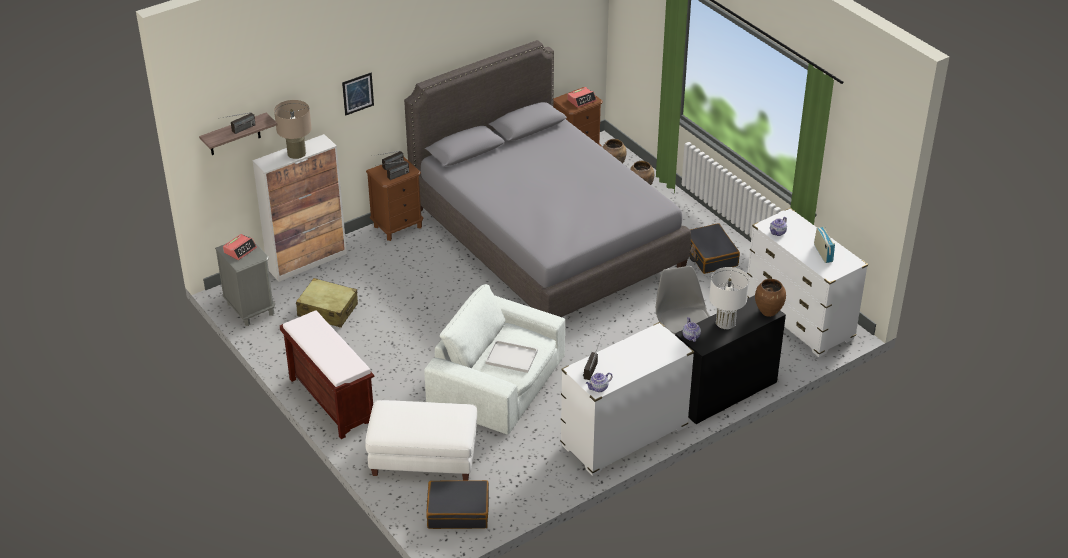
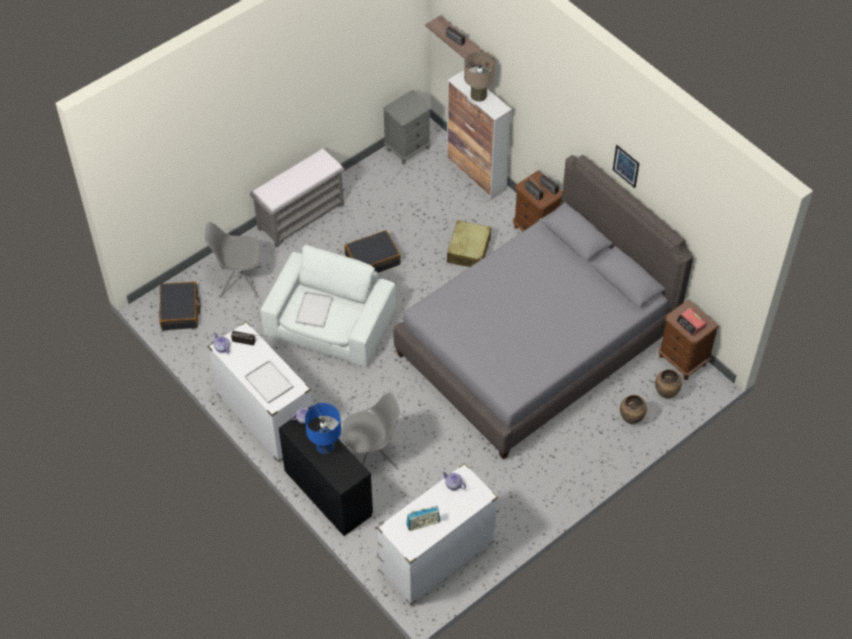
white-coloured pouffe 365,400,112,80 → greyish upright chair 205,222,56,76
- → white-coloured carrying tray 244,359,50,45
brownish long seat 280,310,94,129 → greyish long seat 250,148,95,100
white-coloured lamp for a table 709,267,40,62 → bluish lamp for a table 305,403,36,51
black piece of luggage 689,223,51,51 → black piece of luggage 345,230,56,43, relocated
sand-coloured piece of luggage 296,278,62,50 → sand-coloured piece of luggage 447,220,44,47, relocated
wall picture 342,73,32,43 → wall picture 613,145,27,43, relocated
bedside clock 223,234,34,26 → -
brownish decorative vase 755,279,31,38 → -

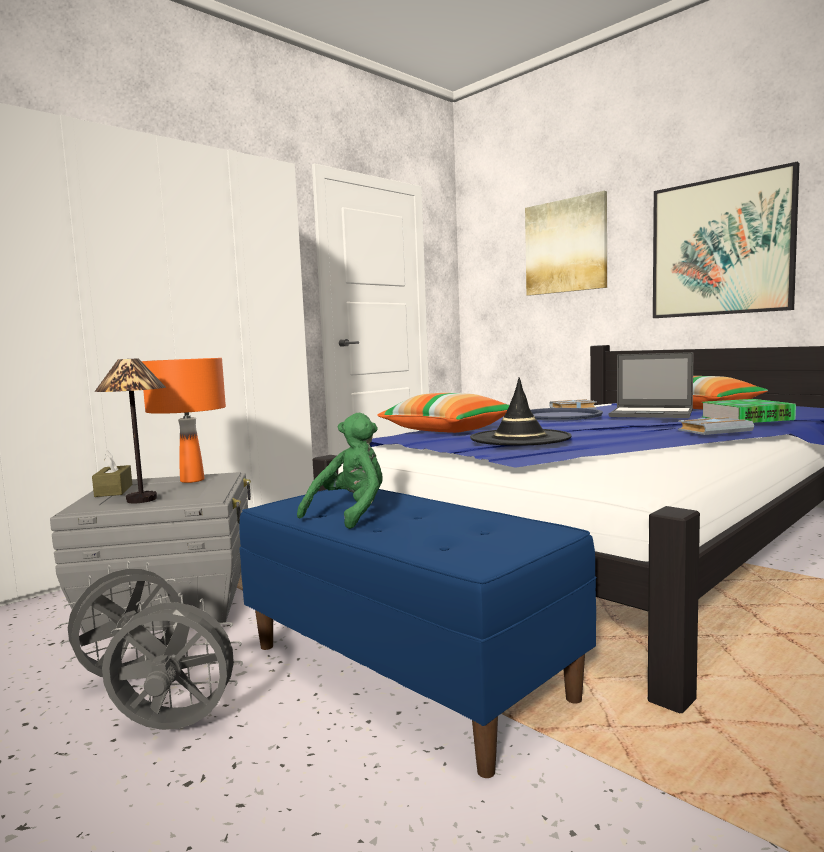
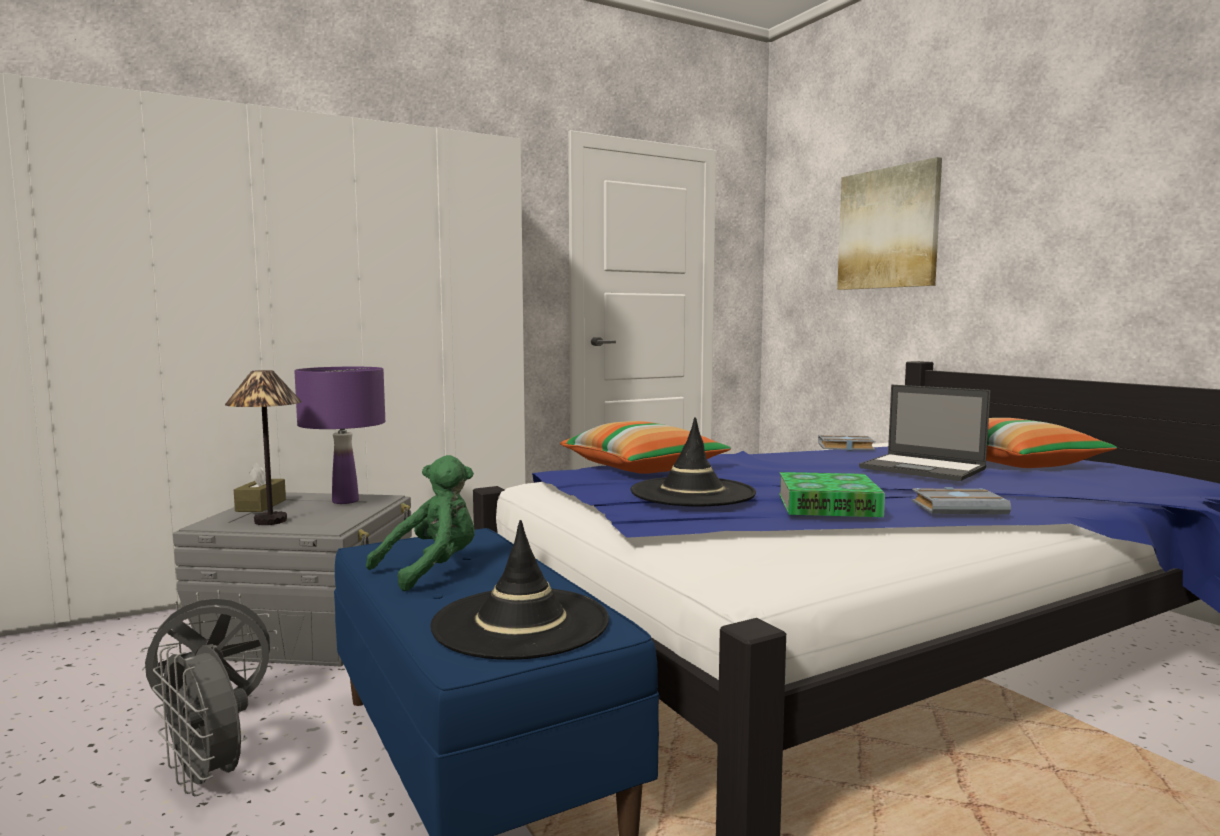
greyish cooling fan 102,593,141,137 → greyish cooling fan 152,645,96,151, 150 degrees counterclockwise
orange lamp for a table 141,358,85,125 → purplish lamp for a table 294,367,91,137
- → black hat 430,520,179,140
bound book 702,399,94,24 → bound book 779,472,106,45, relocated
bluish carrying tray 530,408,73,13 → -
wall picture 653,162,146,156 → -

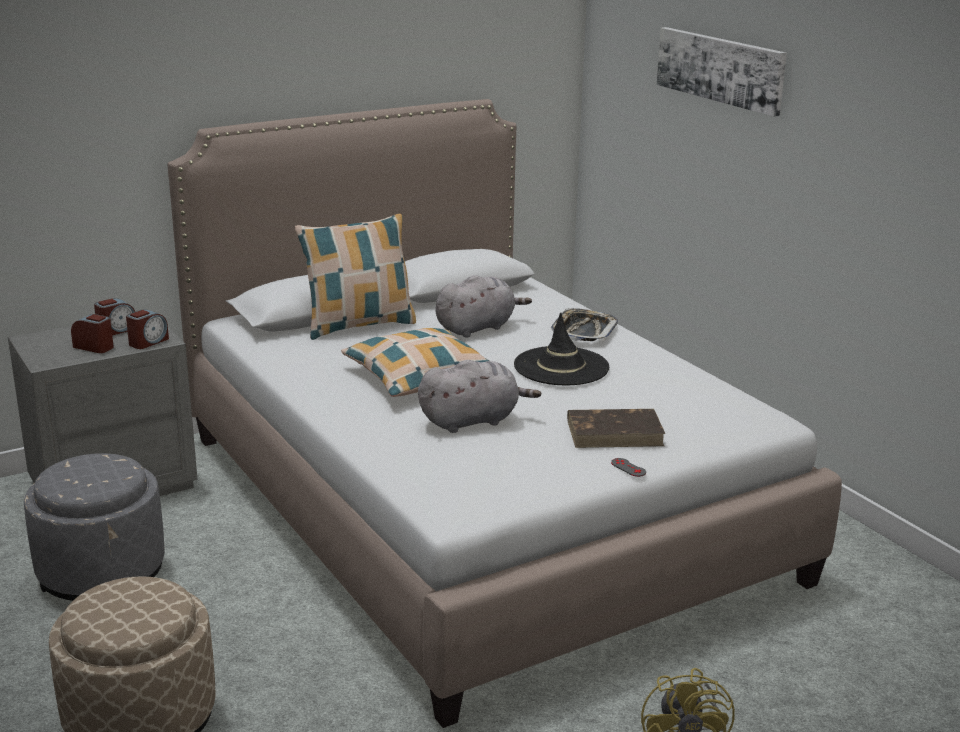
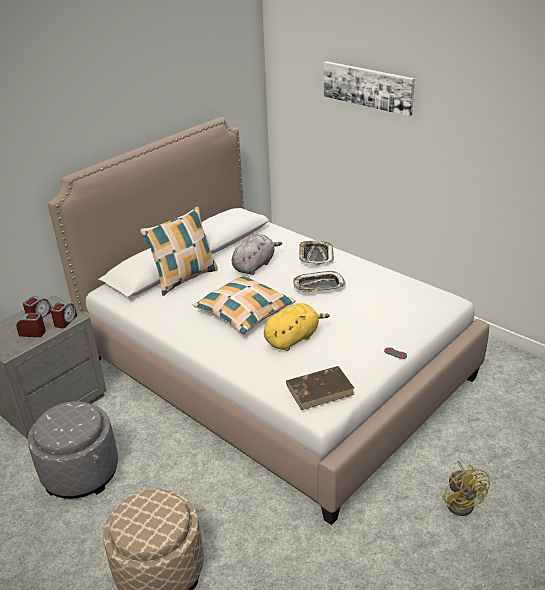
greyish plush toy 418,360,123,73 → yellowish plush toy 264,303,66,48
brownish bound book 567,409,98,39 → brownish bound book 286,366,68,44, relocated
black hat 514,312,95,73 → carrying tray 293,271,53,22

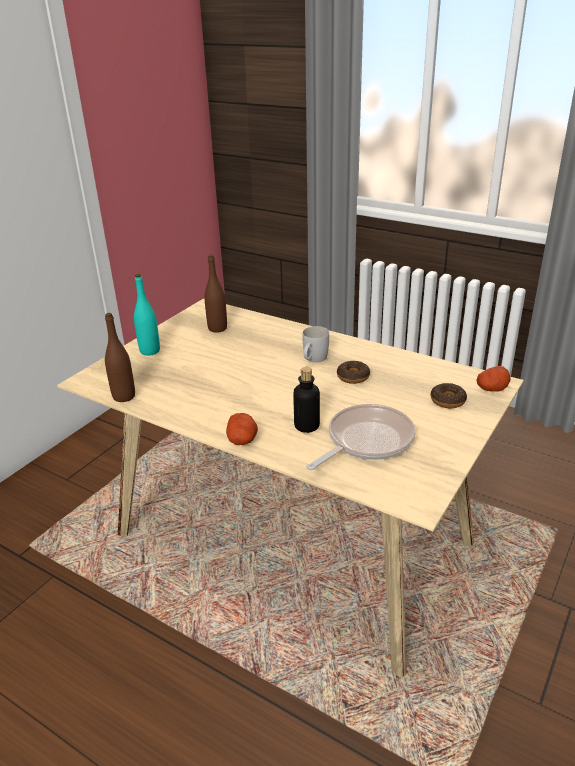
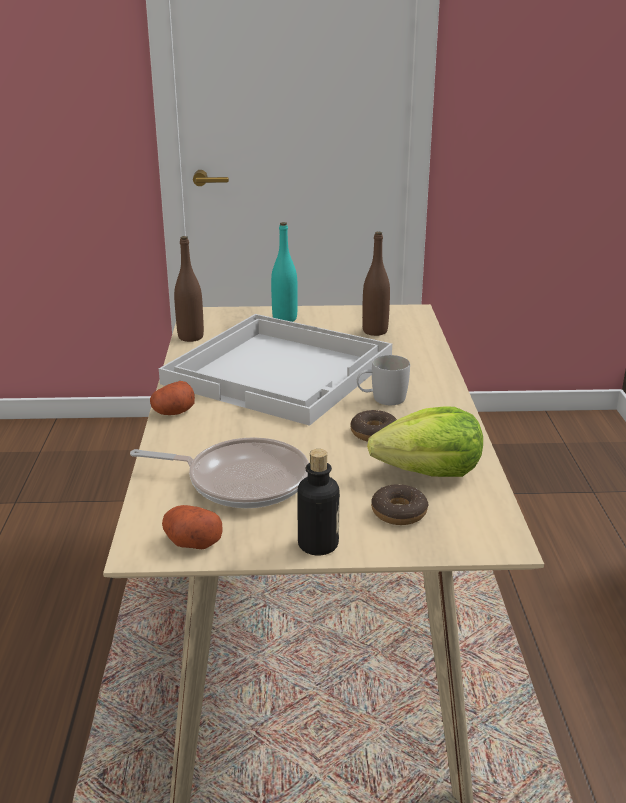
- → white-coloured carrying tray 159,314,233,112
spud 476,366,35,26 → spud 162,505,61,44, relocated
beverage bottle 293,367,27,66 → beverage bottle 297,449,43,106, relocated
- → head of lettuce 367,406,116,71

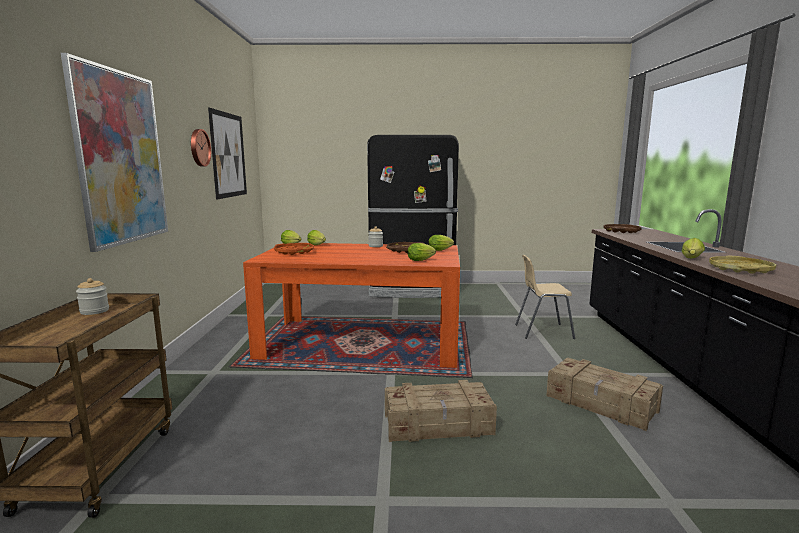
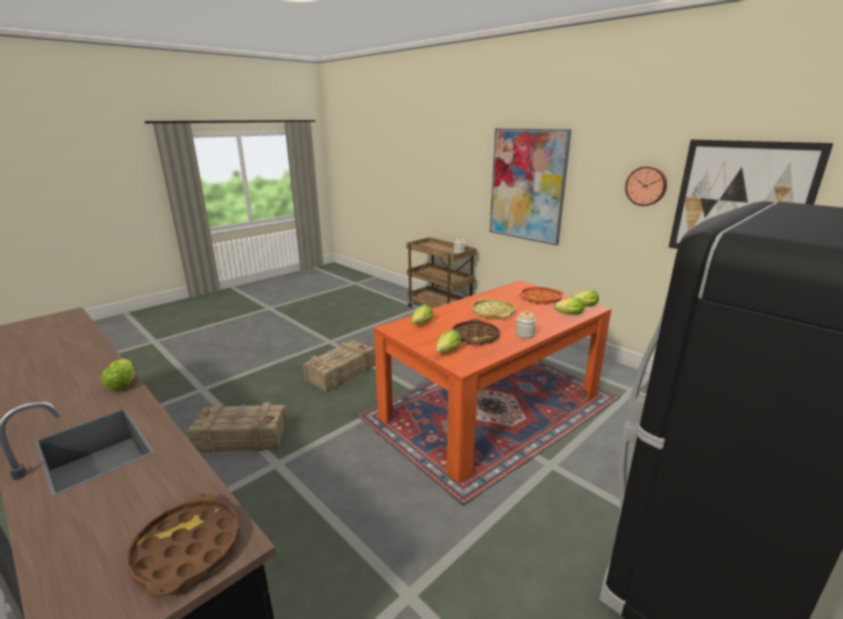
yellowish carrying tray 709,256,67,18 → yellowish carrying tray 472,298,43,21, relocated
sand-coloured upright chair 515,255,60,84 → -

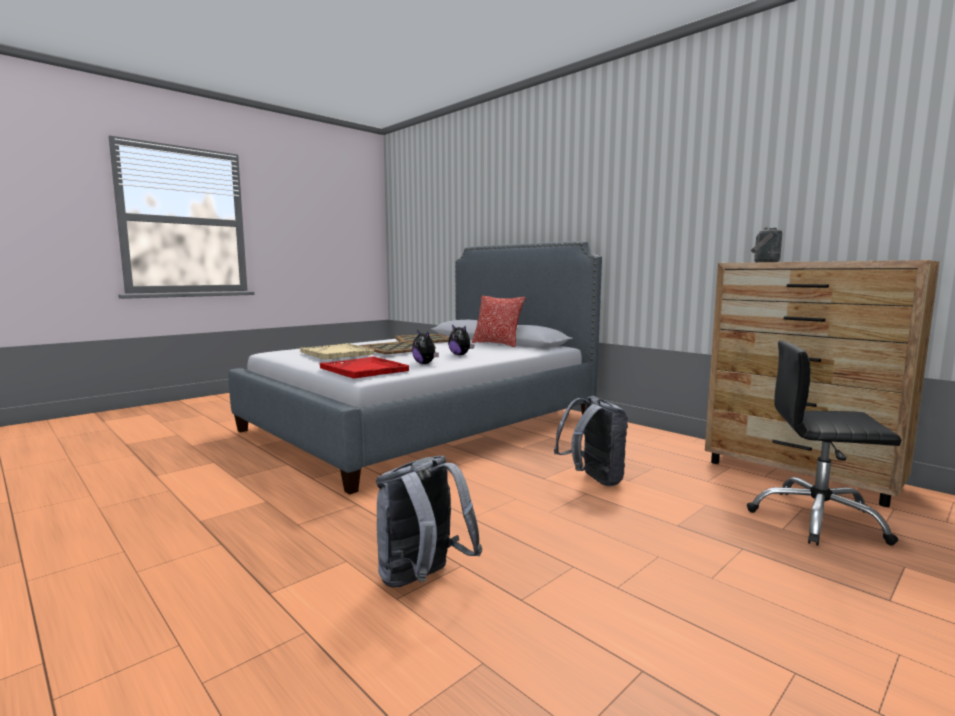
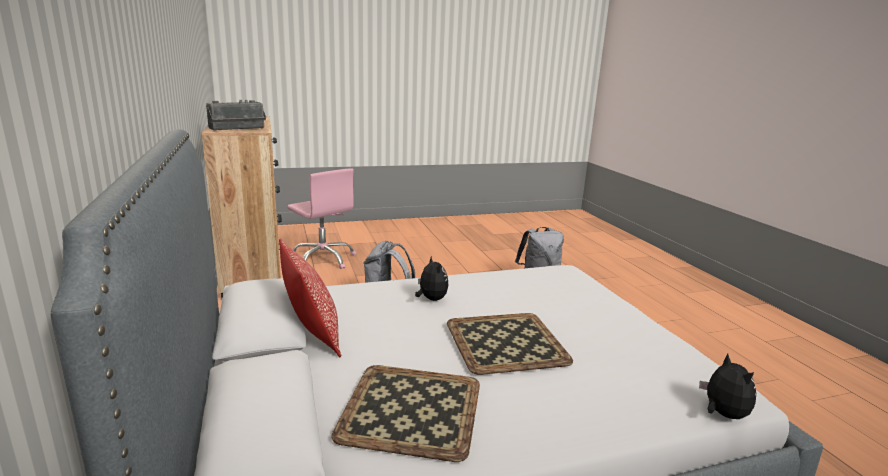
black desk chair 747,340,154,206 → pinkish desk chair 287,168,69,101
plush toy 412,330,27,34 → plush toy 699,353,57,66, relocated
sand-coloured carrying tray 300,343,74,17 → -
red carrying tray 320,357,89,21 → -

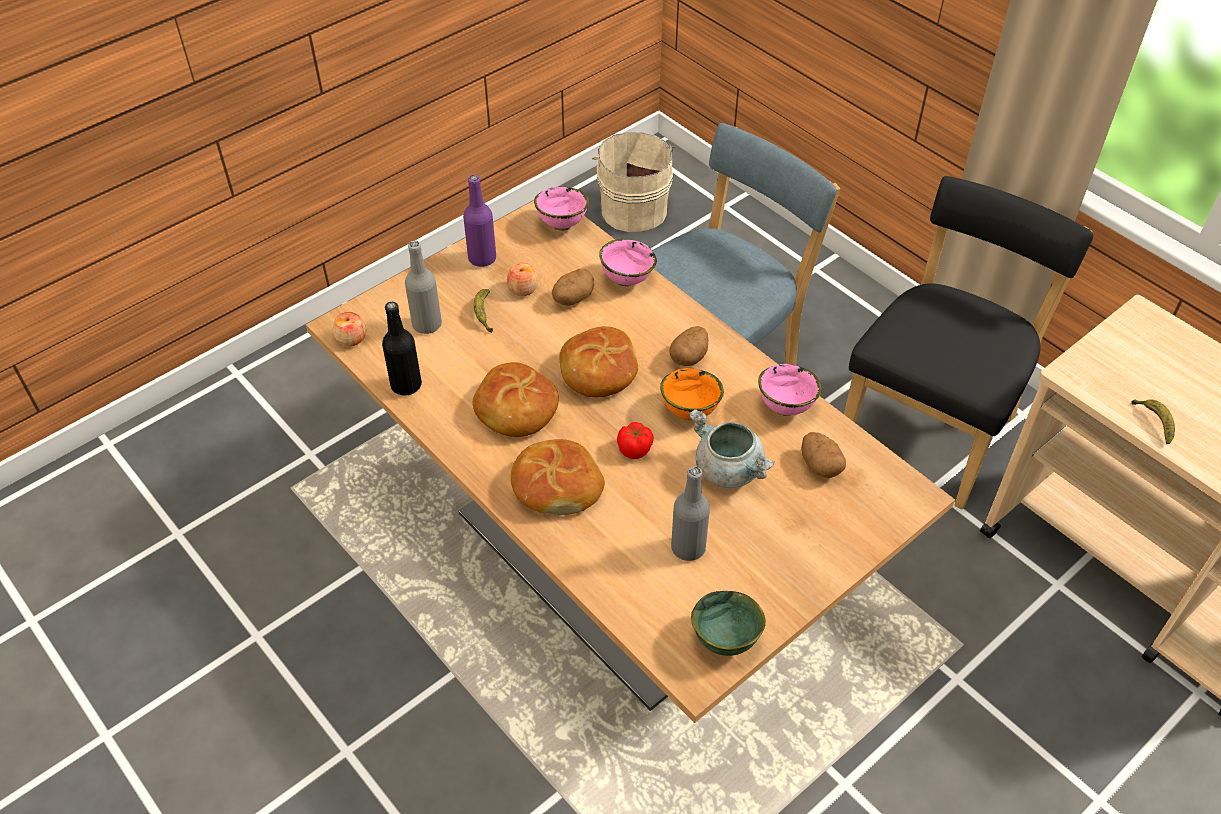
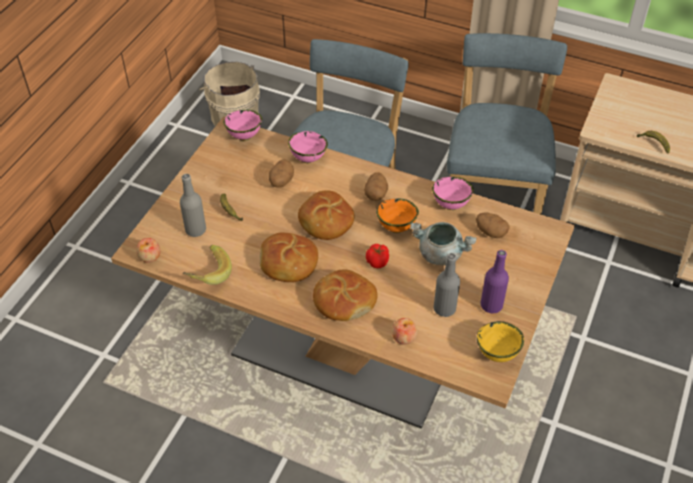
black beverage bottle 382,302,40,94 → banana fruit 183,245,49,40
apple 507,263,31,33 → apple 392,318,25,27, relocated
black upright chair 844,176,249,333 → bluish upright chair 447,33,120,181
greenish bowl 691,591,75,65 → yellowish bowl 477,321,47,41
purplish beverage bottle 463,175,33,92 → purplish beverage bottle 480,250,29,63, relocated

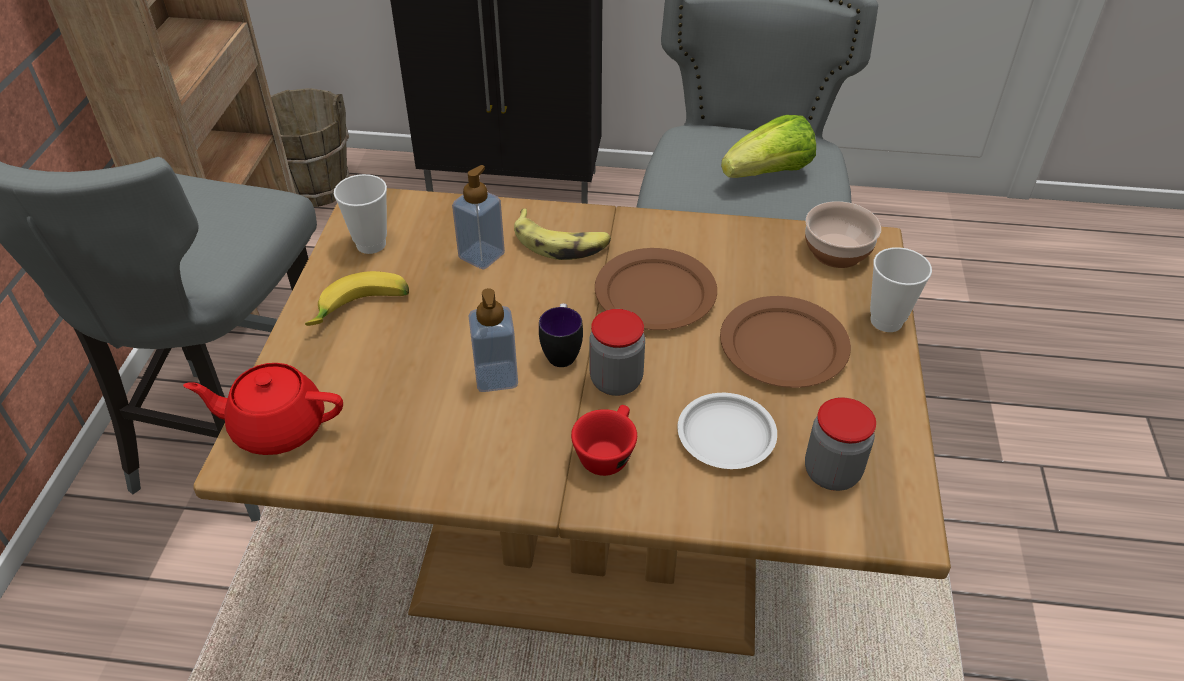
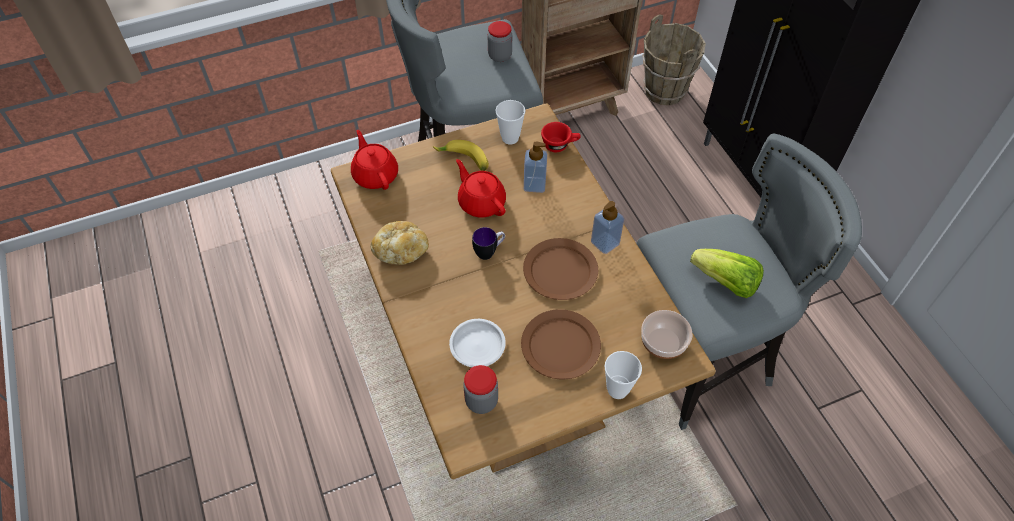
- → bakery bread 370,221,59,44
- → red pot for tea 456,159,50,58
storage jar 589,309,56,87 → storage jar 488,21,24,41, relocated
red cup 571,405,66,71 → red cup 541,122,40,30, relocated
liquid soap bottle 468,288,50,104 → liquid soap bottle 591,201,33,53, relocated
banana fruit 514,208,97,52 → -

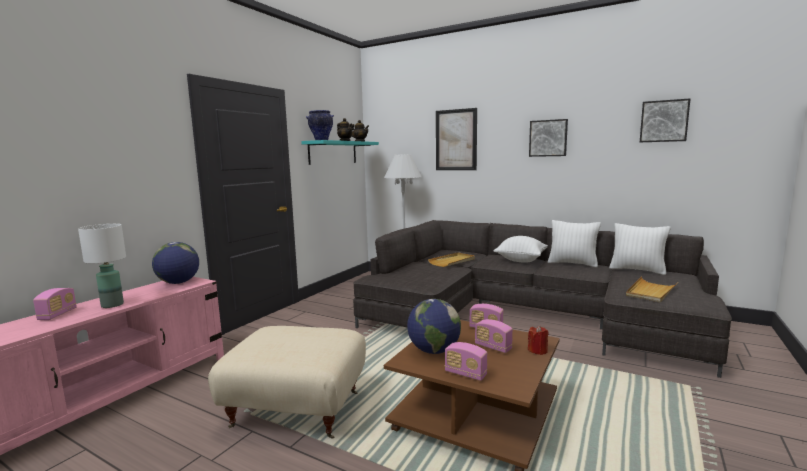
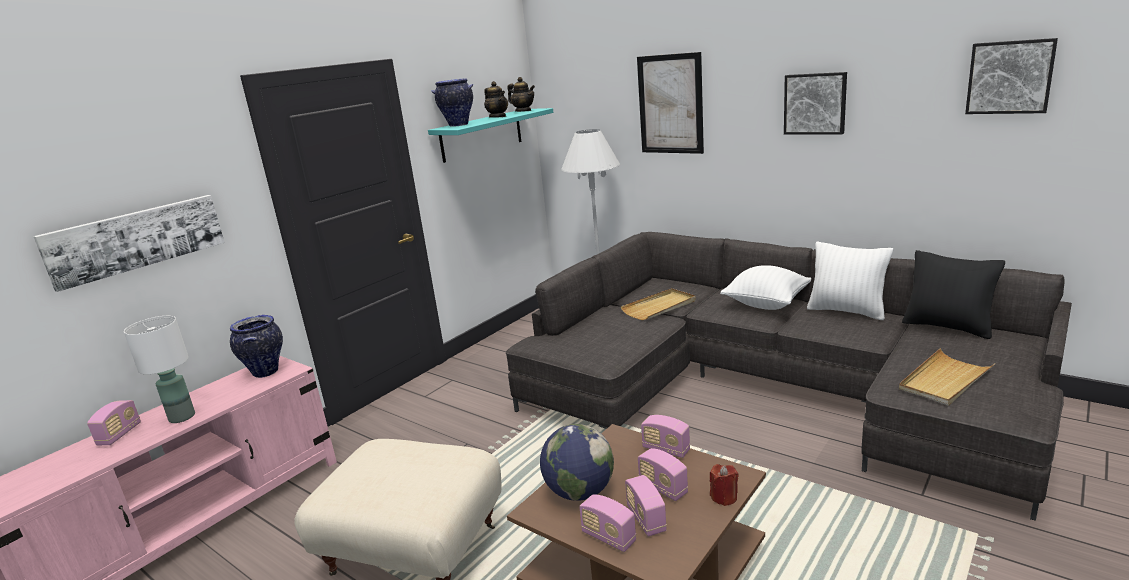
- → wall picture 33,195,192,97
desk globe 152,242,47,42 → decorative vase 230,315,53,63
- → radio set 625,475,42,61
white-coloured throw pillow 609,223,62,52 → black throw pillow 902,250,103,89

